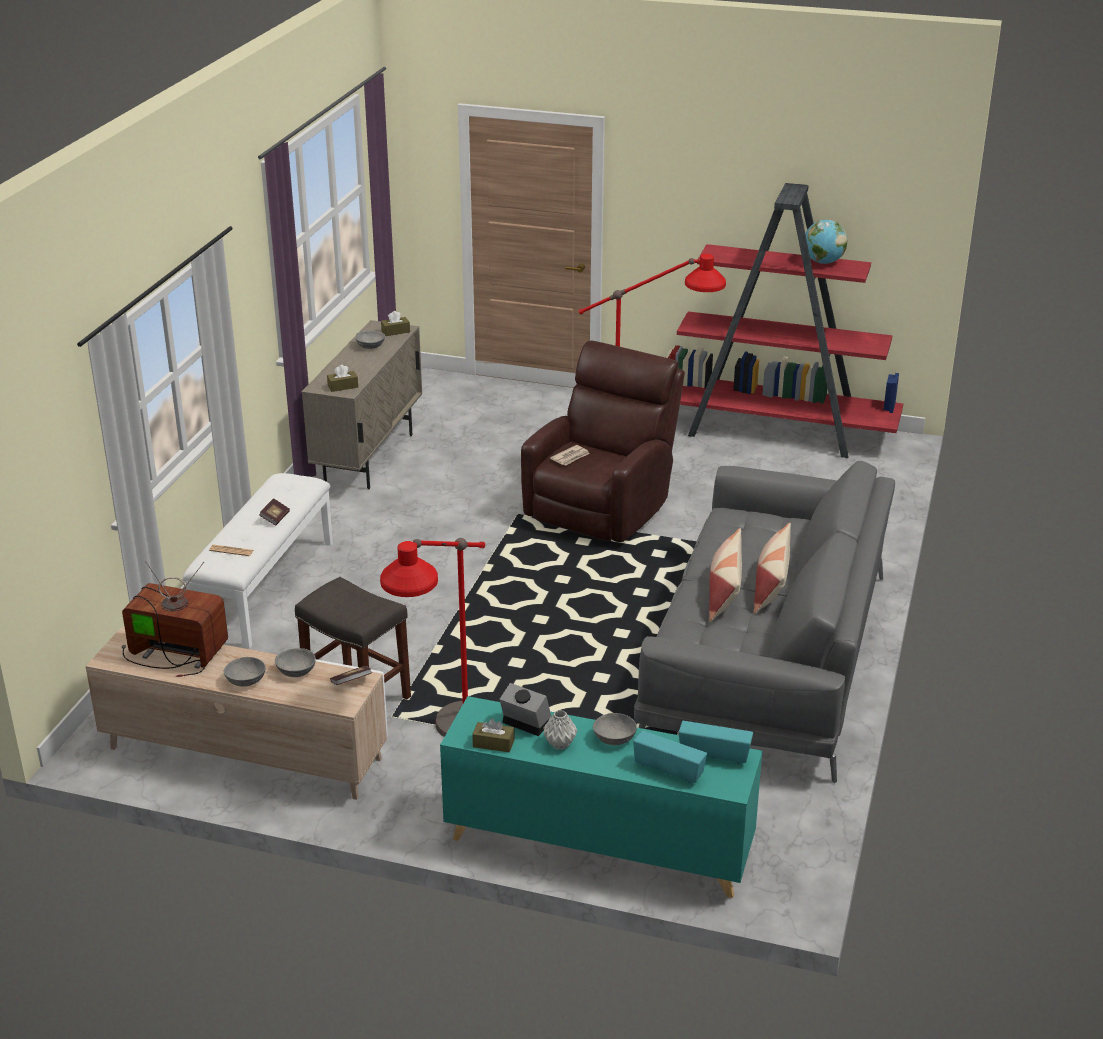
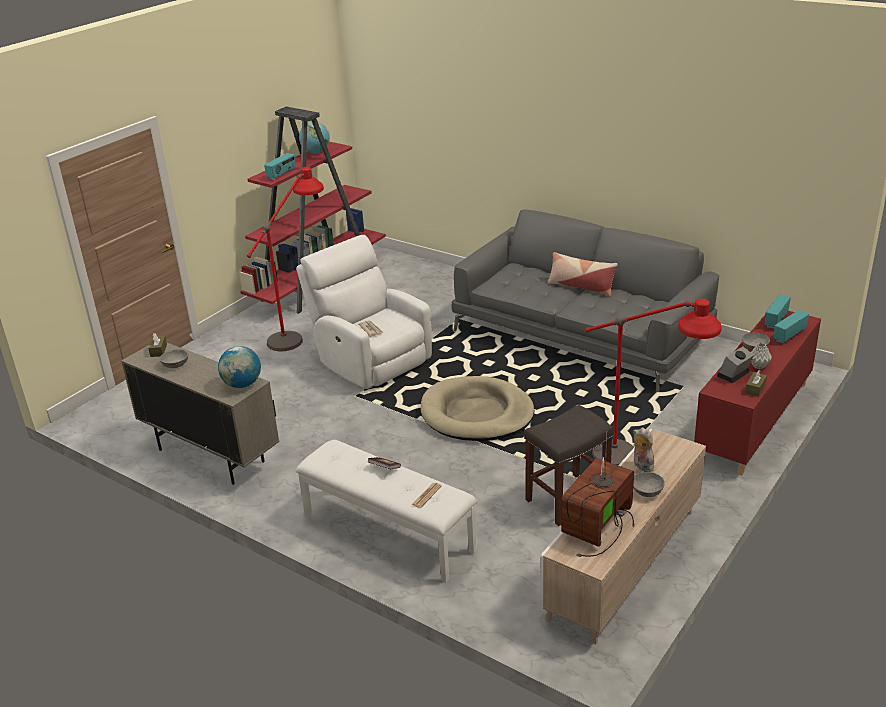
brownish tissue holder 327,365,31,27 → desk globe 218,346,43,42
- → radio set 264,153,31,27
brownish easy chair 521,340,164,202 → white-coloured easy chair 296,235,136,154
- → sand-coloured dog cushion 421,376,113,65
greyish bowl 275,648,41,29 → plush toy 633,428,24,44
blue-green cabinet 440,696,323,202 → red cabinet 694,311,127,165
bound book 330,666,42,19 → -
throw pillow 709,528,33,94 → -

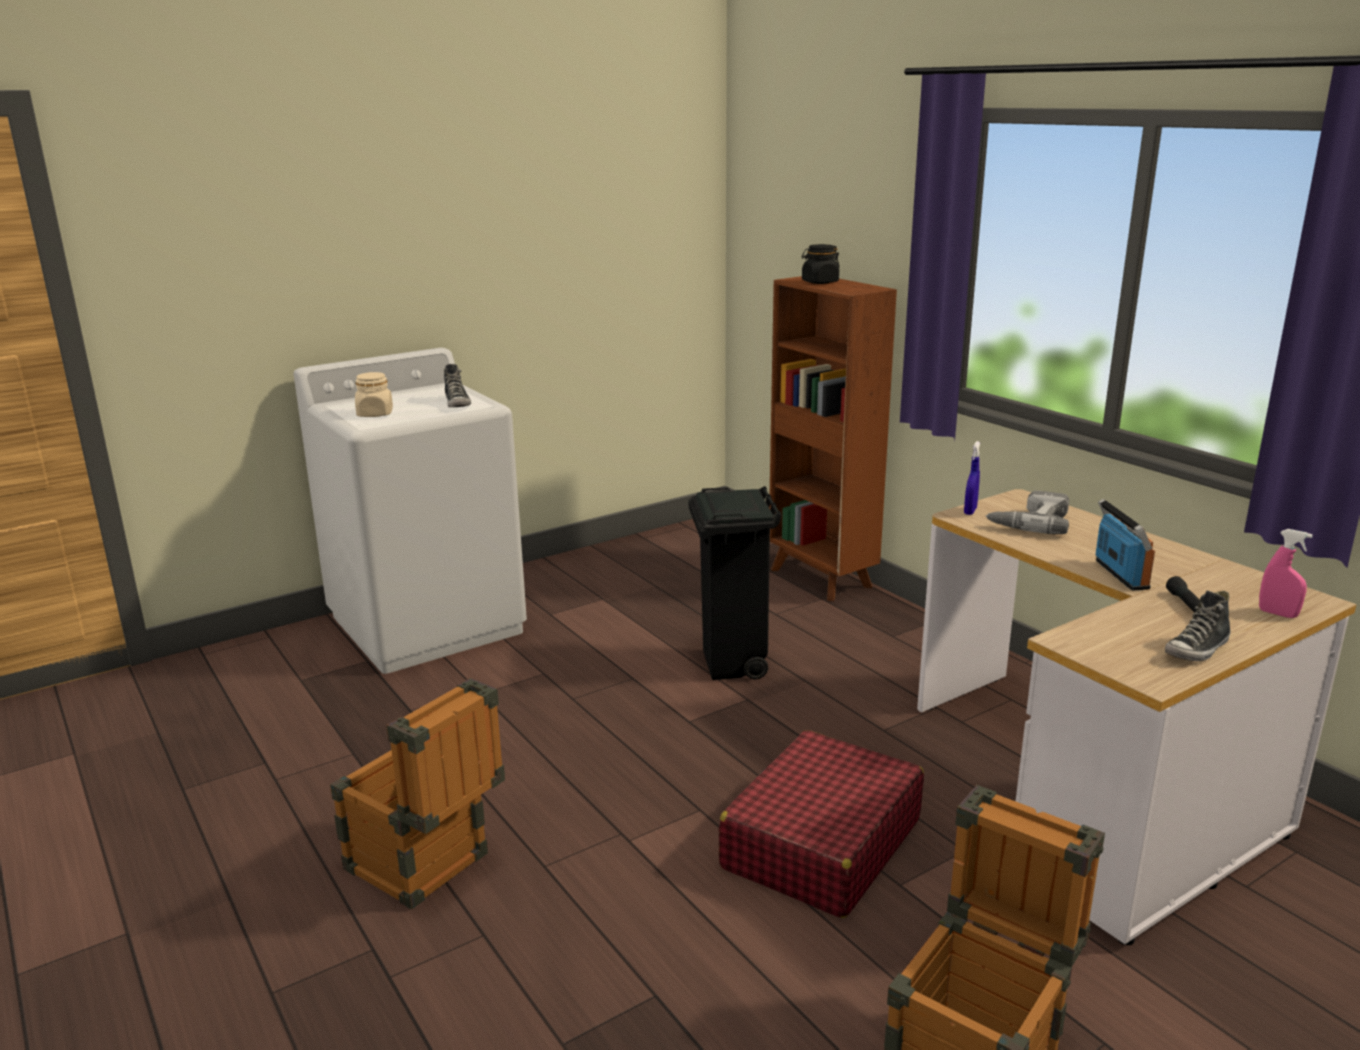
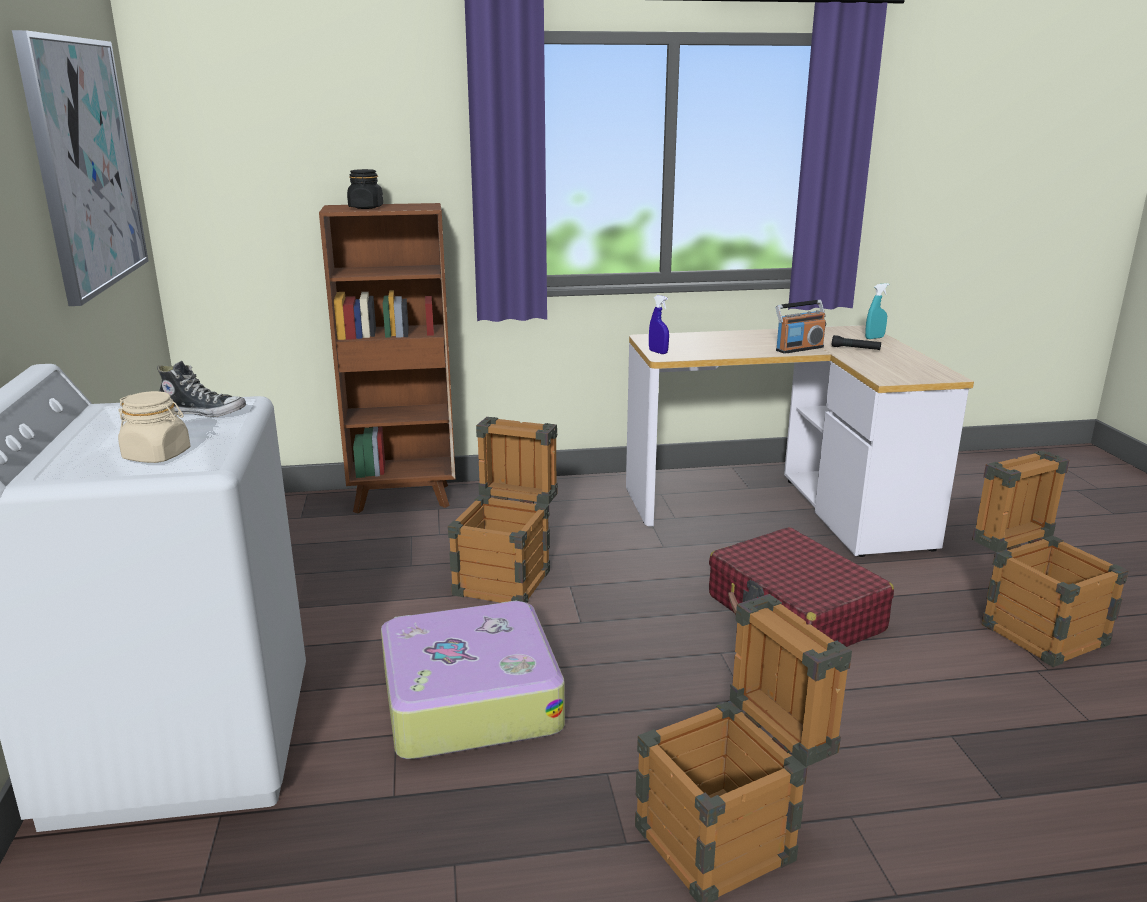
- → wall picture 12,30,136,276
- → piece of luggage 381,600,184,159
black trash can 689,486,93,194 → crate 448,417,110,186
radio set 1095,499,60,92 → radio set 776,300,50,54, 135 degrees clockwise
pinkish spray bottle 1259,529,54,89 → blue-green spray bottle 865,283,24,56
power drill 986,491,84,43 → -
shoe 1165,590,66,71 → -

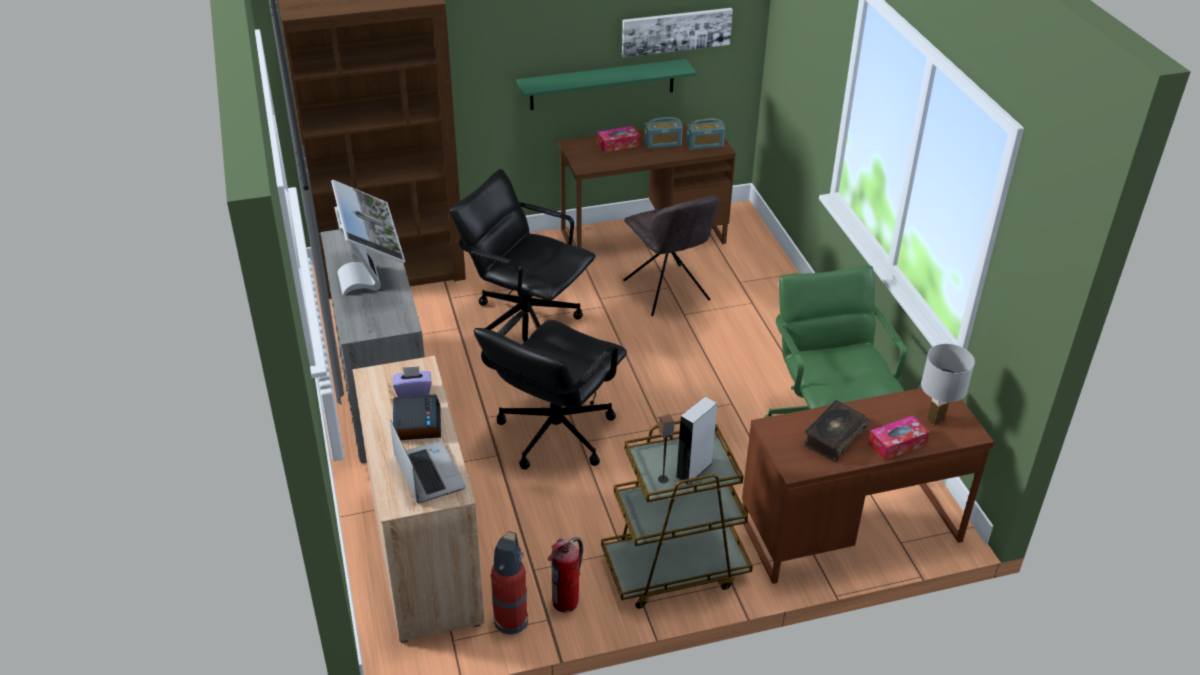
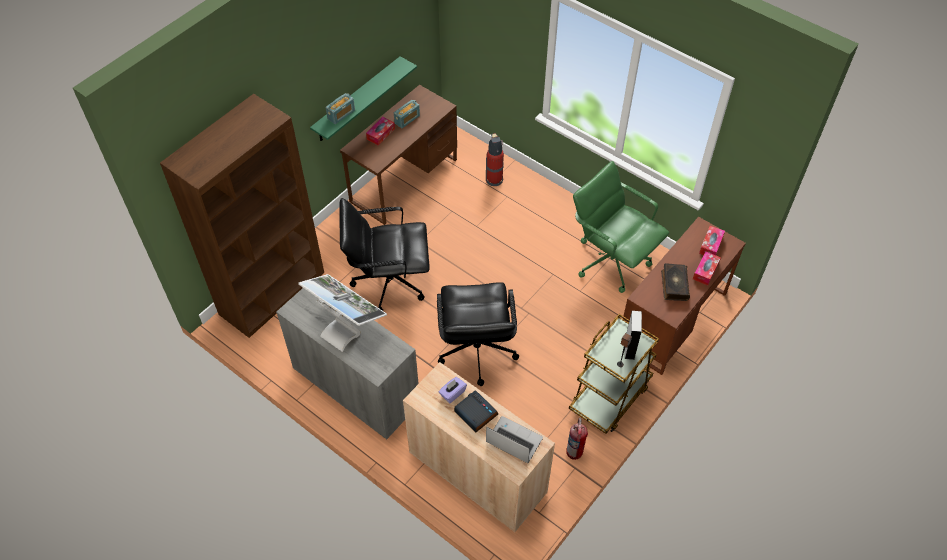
radio set 686,118,39,32 → radio set 326,93,29,31, relocated
extinguisher 491,531,37,103 → extinguisher 486,133,18,53, relocated
white-coloured lamp for a table 921,344,54,81 → tissue holder 699,226,26,29
wall picture 622,8,111,49 → -
greyish upright chair 623,196,96,120 → -

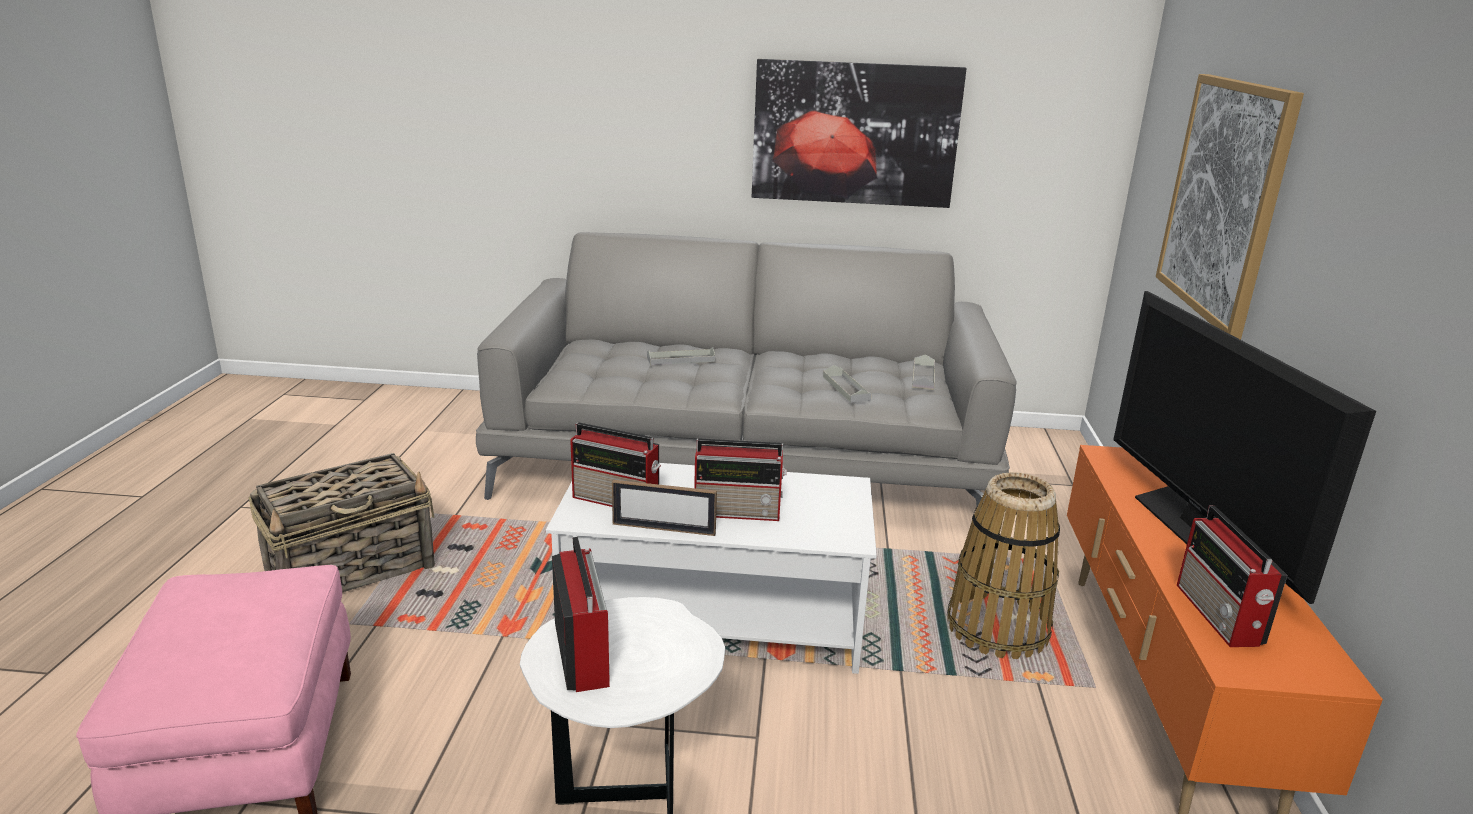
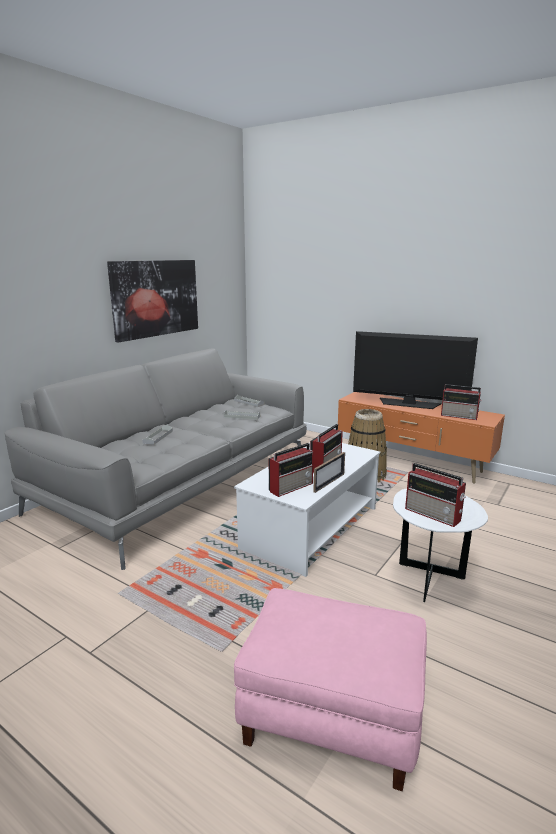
radio set 552,536,58,156 → radio set 405,463,61,64, 150 degrees counterclockwise
household basket 249,453,186,139 → -
wall picture 1156,74,148,266 → -

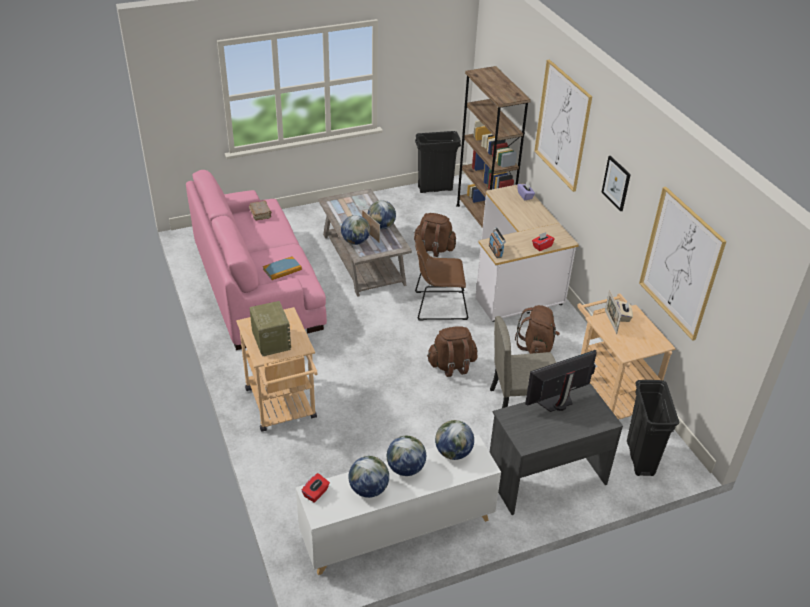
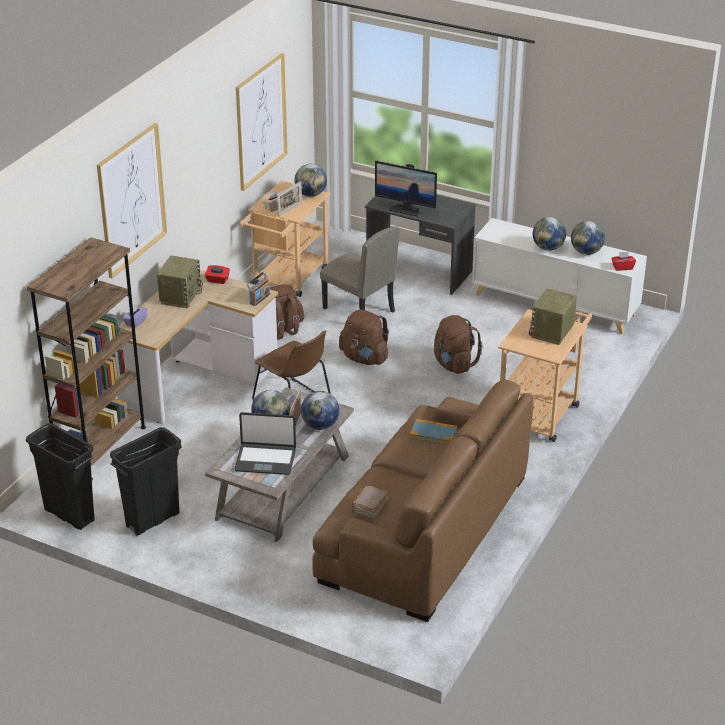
black trash can 627,380,52,96 → black trash can 110,427,72,109, relocated
- → radio set 157,256,46,53
- → notebook computer 234,412,62,63
desk globe 435,420,39,40 → desk globe 294,164,33,33, relocated
pinkish couch 186,170,141,180 → brownish couch 312,380,222,242
brownish rucksack 414,213,42,44 → brownish rucksack 434,315,49,59, relocated
wall picture 602,156,29,55 → -

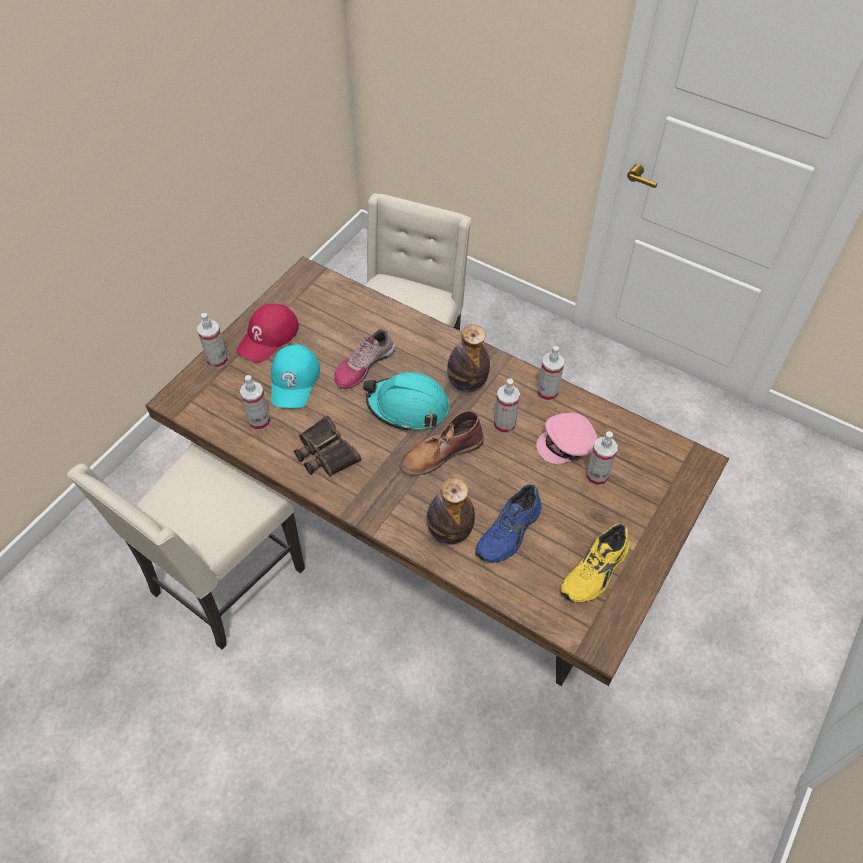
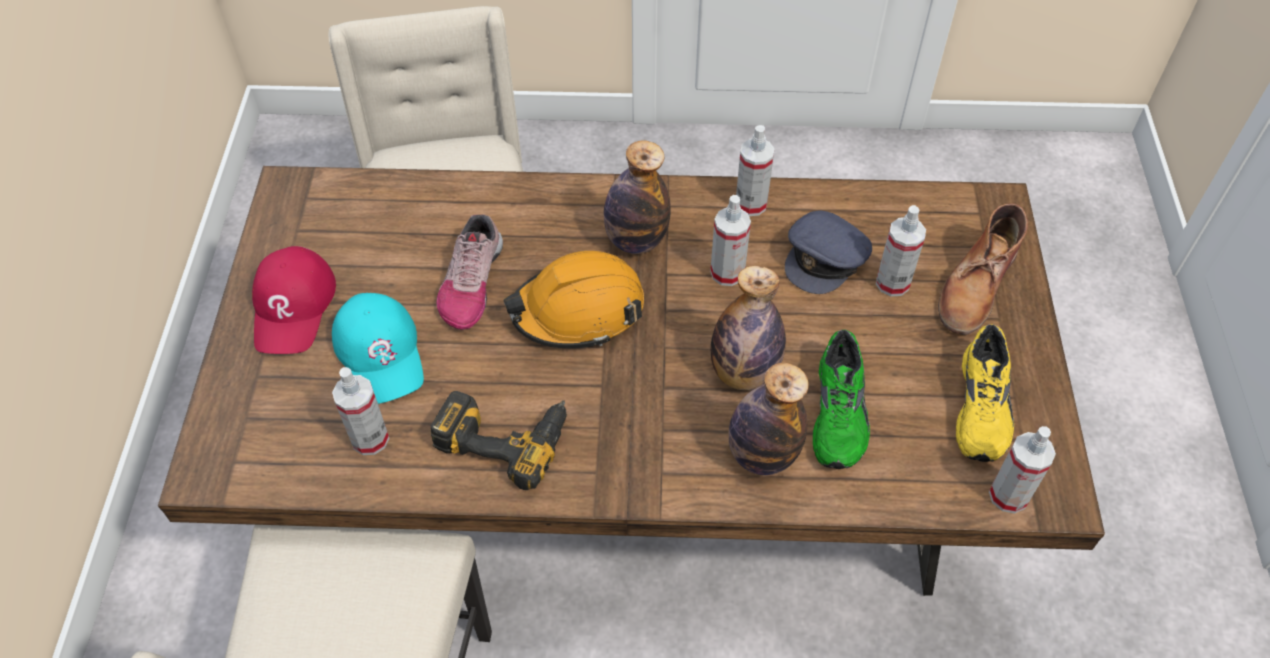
pair of binoculars 294,415,68,61 → power drill 431,391,136,99
blue-green hard hat 363,372,86,60 → orange hard hat 504,251,140,97
- → beverage bottle 711,266,75,124
pinkish cap 536,413,62,51 → greyish cap 785,211,87,83
bluish shoe 475,484,67,78 → greenish shoe 813,330,57,139
brownish tall boot 400,410,84,66 → brownish tall boot 938,203,90,132, relocated
spray bottle 197,313,31,56 → spray bottle 989,426,67,87, relocated

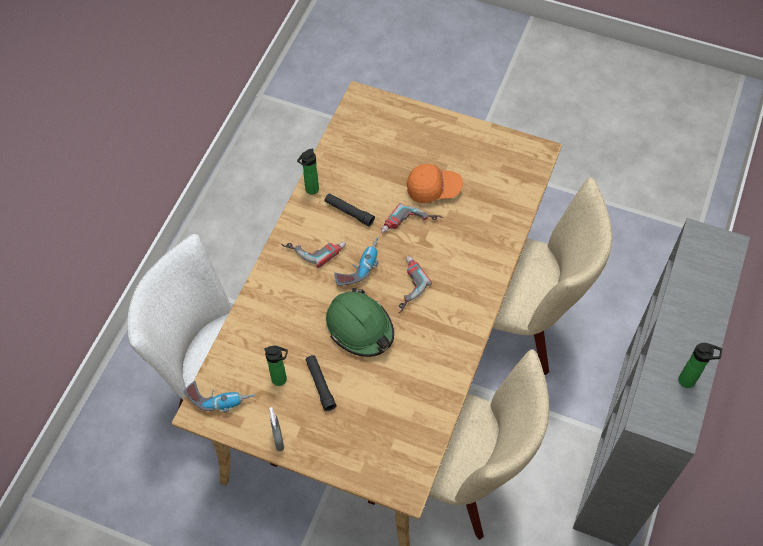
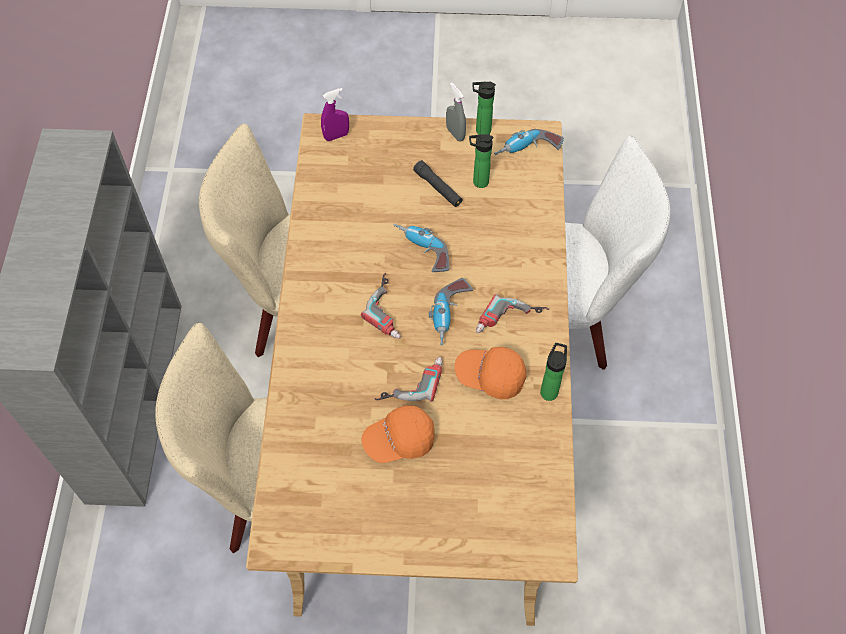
- → purplish spray bottle 321,88,28,53
greenish hard hat 326,288,68,69 → power drill 393,223,56,49
black torch 325,193,50,34 → orange cap 455,347,71,52
beverage bottle 678,343,44,45 → beverage bottle 472,82,24,53, relocated

